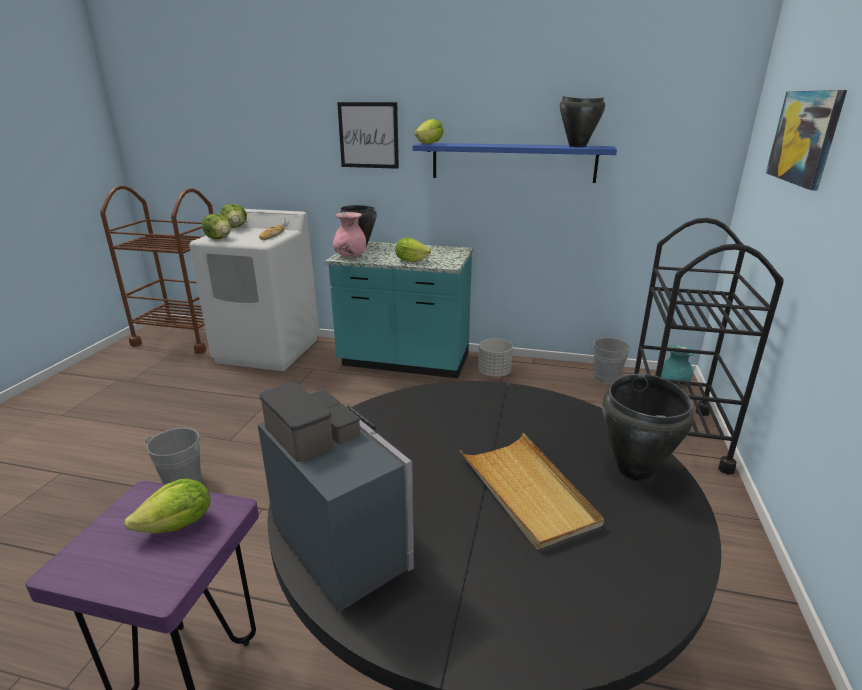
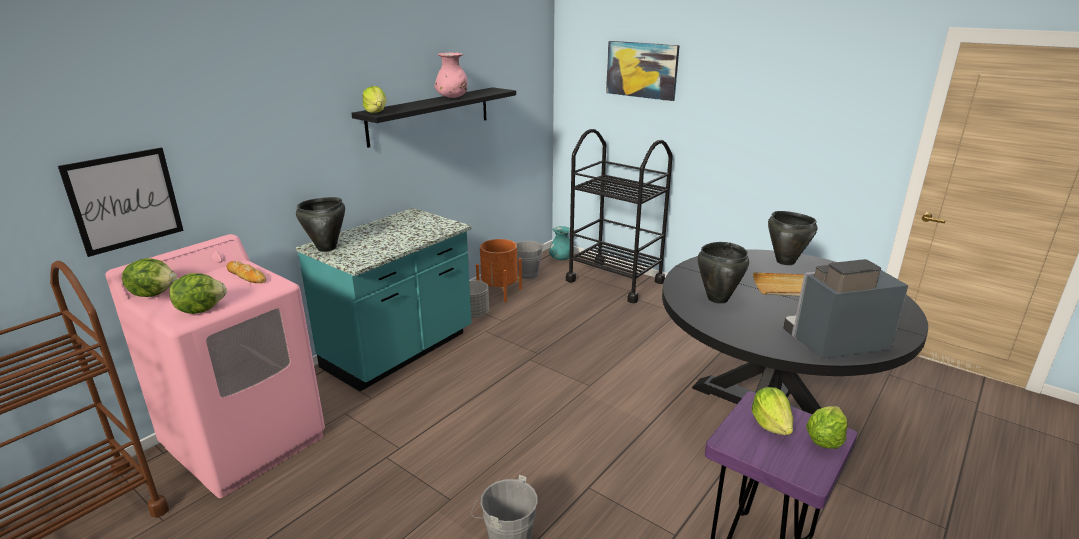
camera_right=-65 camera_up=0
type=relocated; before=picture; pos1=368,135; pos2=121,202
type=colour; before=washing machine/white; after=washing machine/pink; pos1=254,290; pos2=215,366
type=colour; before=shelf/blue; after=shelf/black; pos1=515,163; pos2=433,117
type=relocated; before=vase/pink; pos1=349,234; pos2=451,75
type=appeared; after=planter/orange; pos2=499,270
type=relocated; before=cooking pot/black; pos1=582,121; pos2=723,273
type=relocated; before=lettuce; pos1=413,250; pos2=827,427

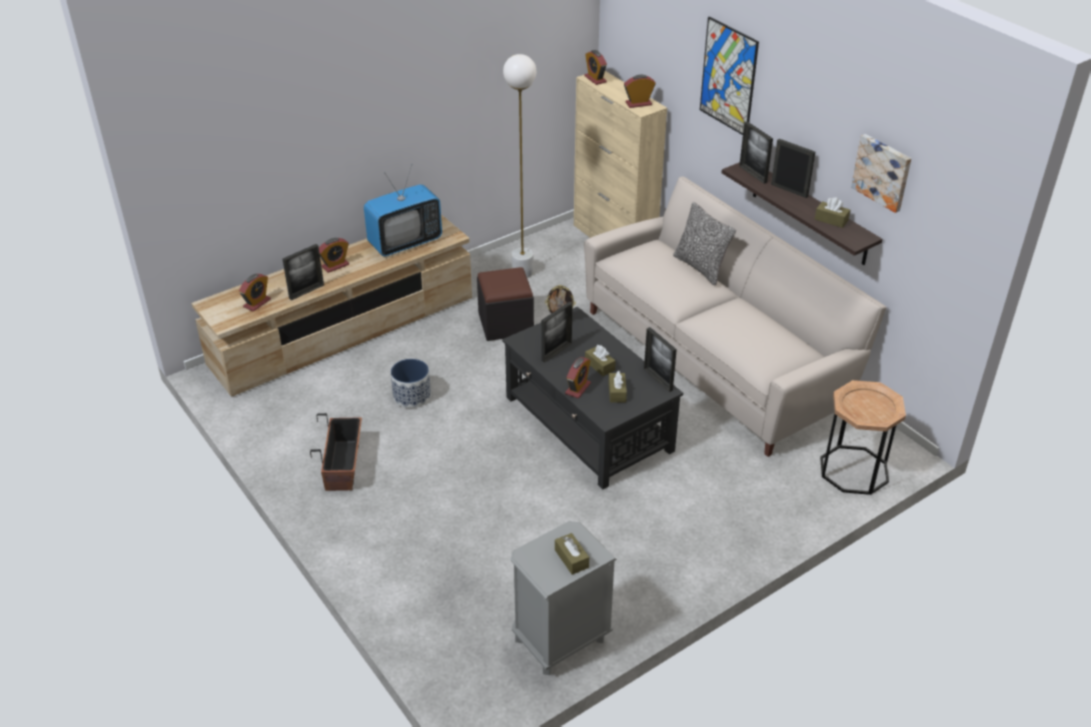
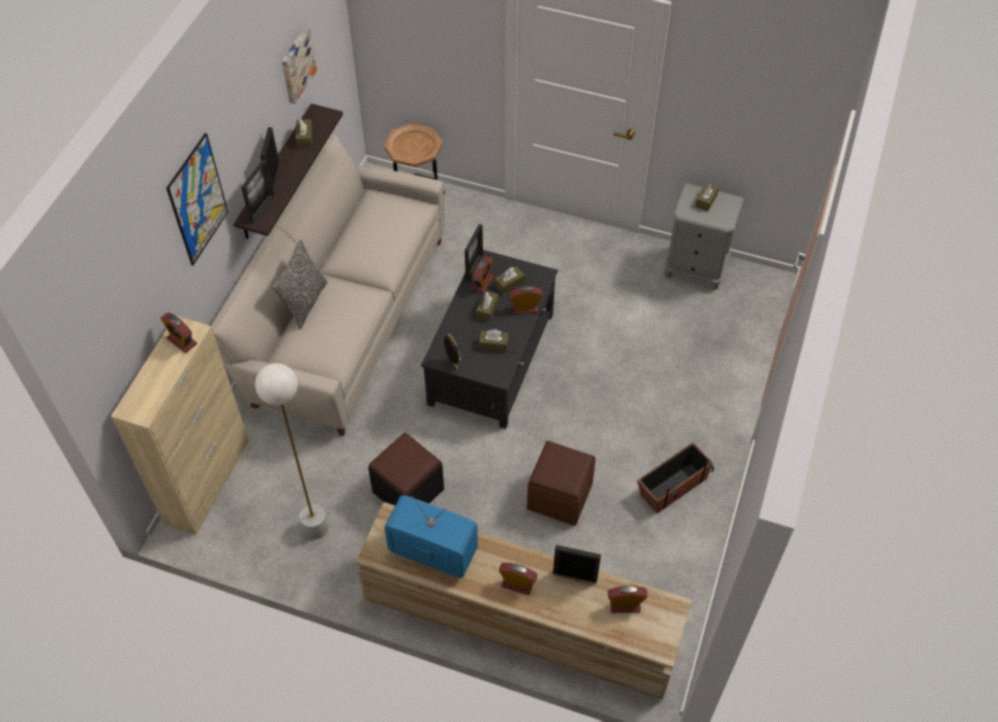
camera_right=-125 camera_up=15
type=relocated; before=alarm clock; pos1=595,67; pos2=483,274
type=exchanged; before=picture frame; after=tissue box/brown; pos1=557,332; pos2=494,341
type=exchanged; before=planter; after=ottoman/brown; pos1=411,383; pos2=561,483

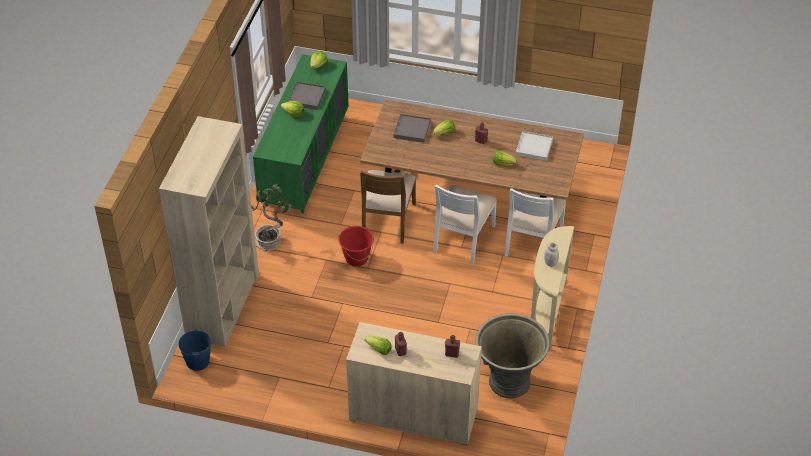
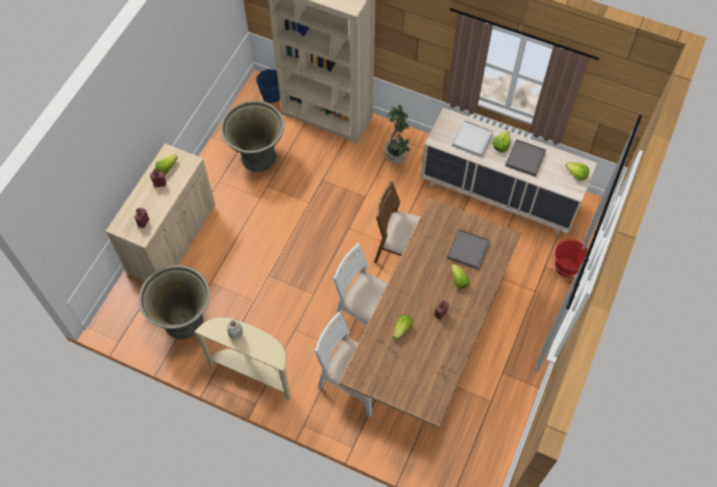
camera_right=100 camera_up=15
type=appeared; after=planter/grey; pos2=252,136
type=colour; before=dresser/green; after=dresser/beige; pos1=301,133; pos2=509,171
type=relocated; before=tray/white; pos1=534,146; pos2=472,138
type=relocated; before=bucket/red; pos1=356,246; pos2=570,258

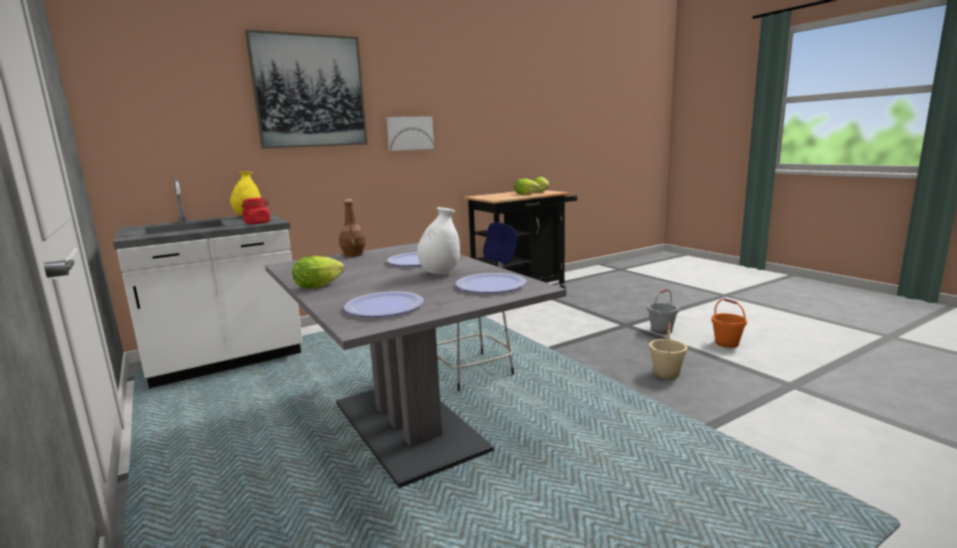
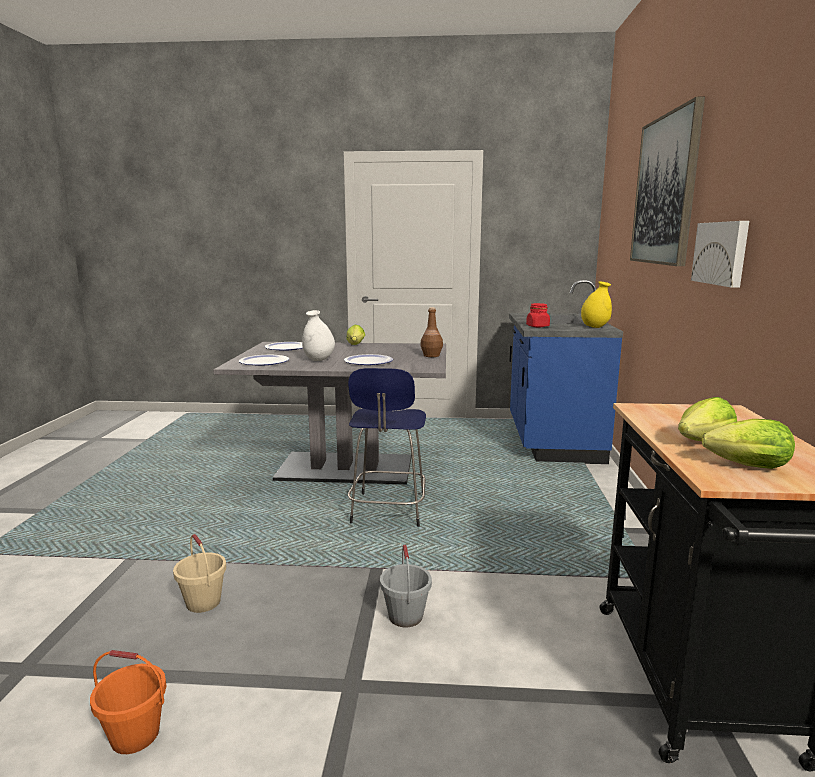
camera_right=125 camera_up=0
type=relocated; before=bucket/grey; pos1=663,311; pos2=406,585
type=colour; before=counter/white; after=counter/blue; pos1=208,283; pos2=566,372

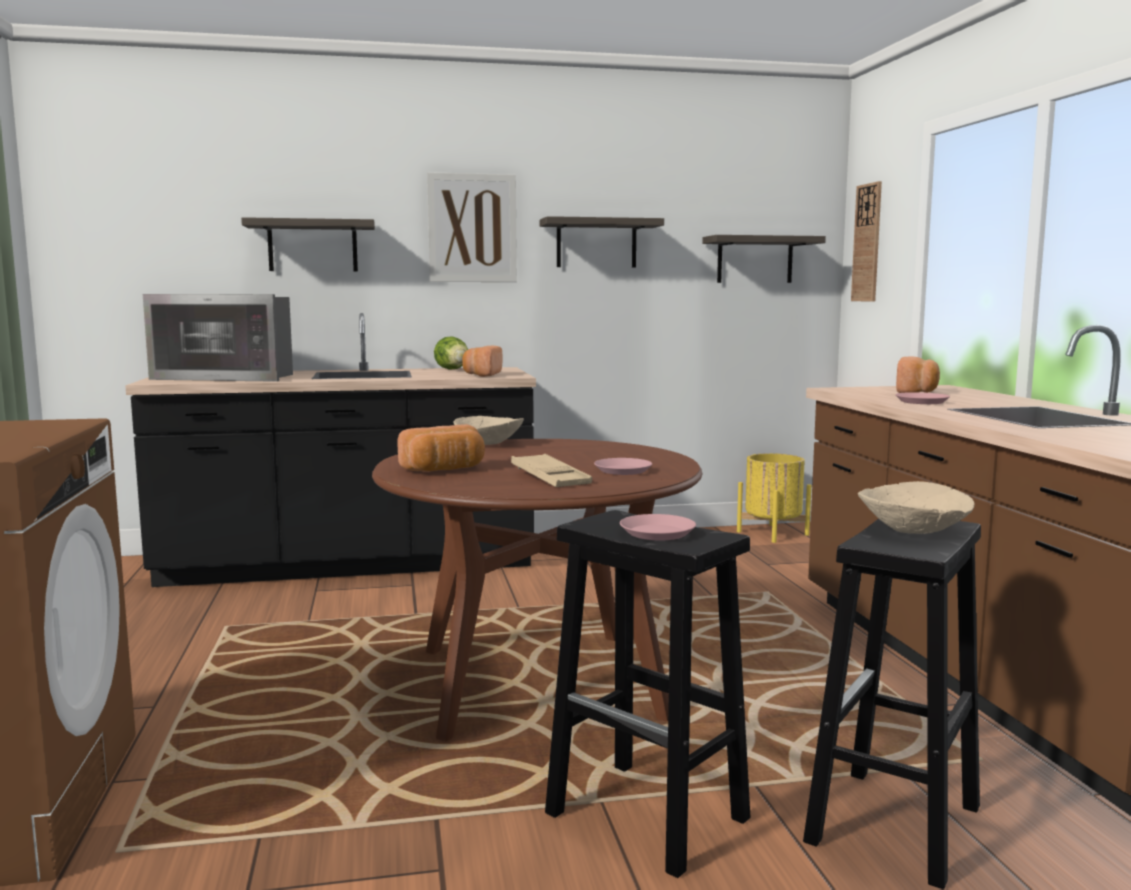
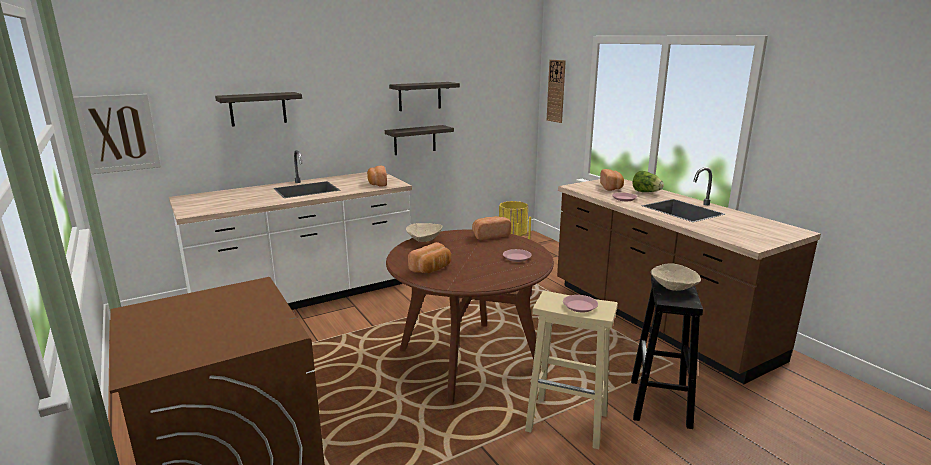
camera_right=-20 camera_up=10
type=relocated; before=picture; pos1=472,227; pos2=117,134
type=colour; before=counter/black; after=counter/white; pos1=330,450; pos2=290,230
type=relocated; before=shelf; pos1=764,259; pos2=419,140
type=appeared; after=bread; pos2=491,228
type=colour; before=stool/black; after=stool/beige; pos1=647,694; pos2=571,370
type=relocated; before=lettuce; pos1=451,353; pos2=648,181
type=missing; before=microwave; pos1=218,338
type=missing; before=tray/beige; pos1=551,470

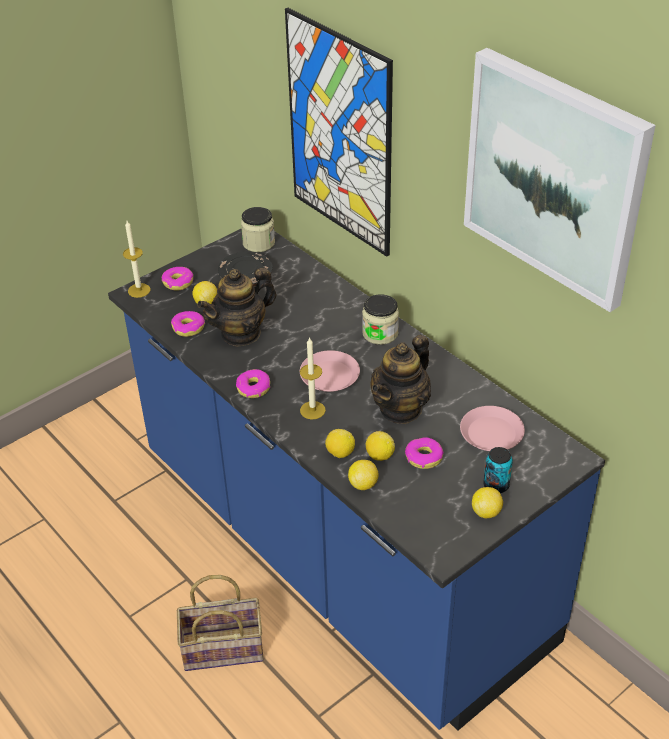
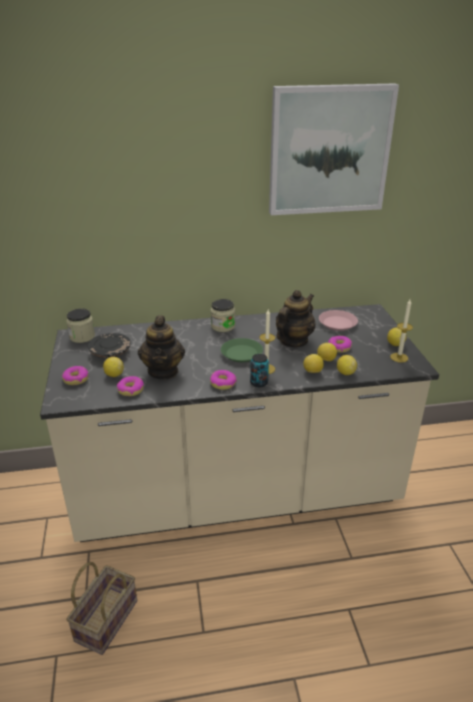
camera_right=-60 camera_up=-10
type=colour; before=counter/blue; after=counter/beige; pos1=356,479; pos2=239,423
type=relocated; before=basket; pos1=220,623; pos2=102,608
type=colour; before=plate/pink; after=plate/green; pos1=330,371; pos2=242,350
type=relocated; before=can; pos1=498,470; pos2=259,370
type=spun; before=teapot; pos1=401,379; pos2=295,318; turn=-120
type=relocated; before=candle; pos1=137,259; pos2=401,331
type=missing; before=picture; pos1=339,132

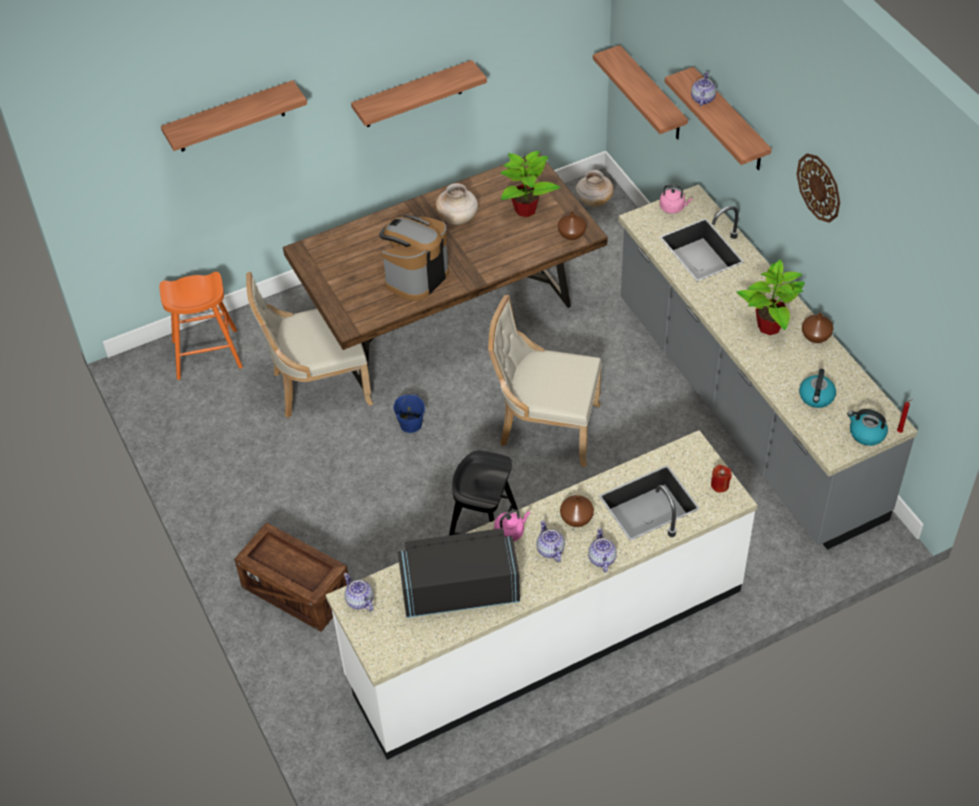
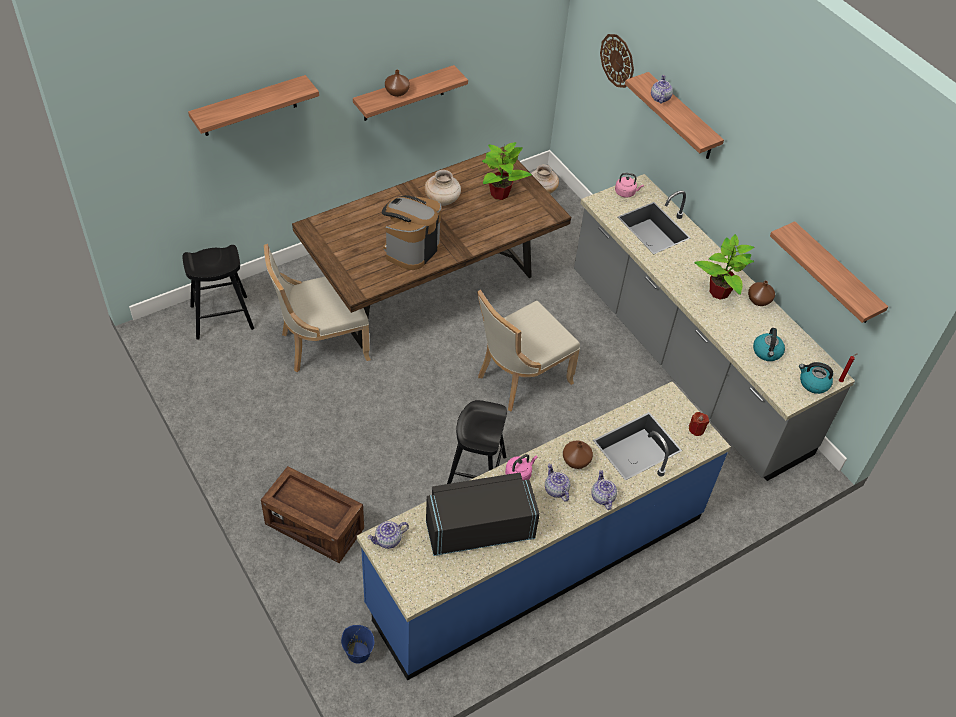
camera_right=-10 camera_up=0
type=colour; before=stool/orange; after=stool/black; pos1=201,326; pos2=218,292
type=relocated; before=bucket/blue; pos1=409,413; pos2=357,644
type=colour; before=counter/white; after=counter/blue; pos1=541,595; pos2=544,531
type=spun; before=teapot; pos1=359,592; pos2=388,535; turn=-75
type=relocated; before=vase/brown; pos1=572,225; pos2=397,83
type=spun; before=chair/beige; pos1=545,381; pos2=528,351; turn=-45
type=relocated; before=wall clock; pos1=818,188; pos2=617,61
type=relocated; before=shelf; pos1=640,92; pos2=829,272

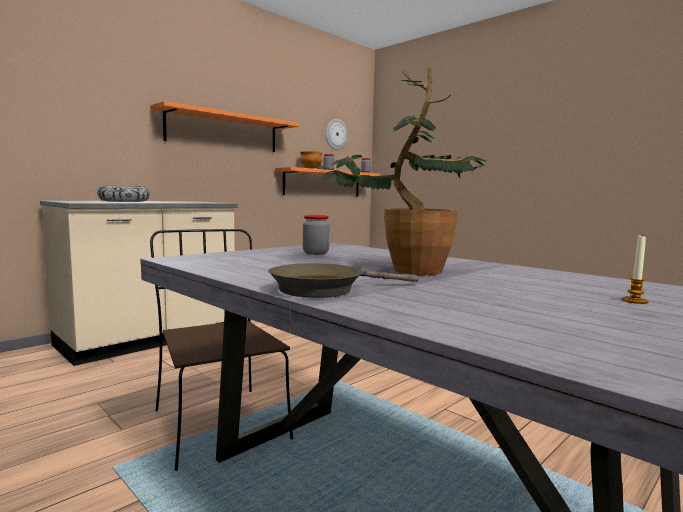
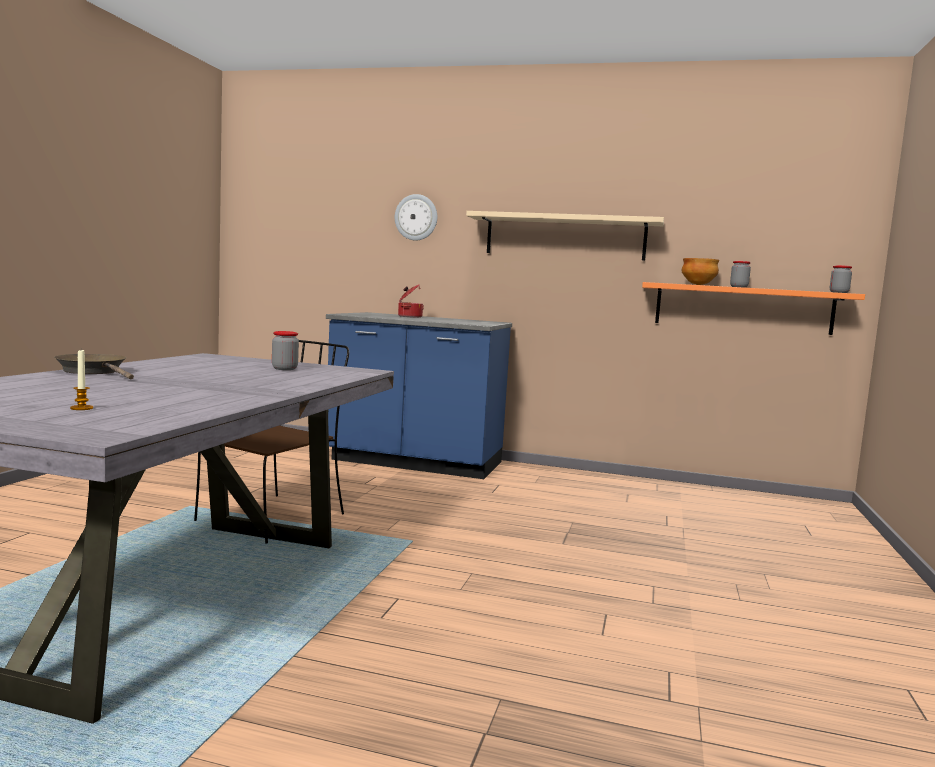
camera_right=60 camera_up=0
type=colour; before=counter/beige; after=counter/blue; pos1=139,283; pos2=419,395
type=relocated; before=wall clock; pos1=337,134; pos2=416,217
type=exchanged; before=bowl; after=cooking pot; pos1=123,193; pos2=411,301
type=colour; before=shelf/orange; after=shelf/beige; pos1=224,126; pos2=565,235
type=missing; before=potted plant; pos1=403,171

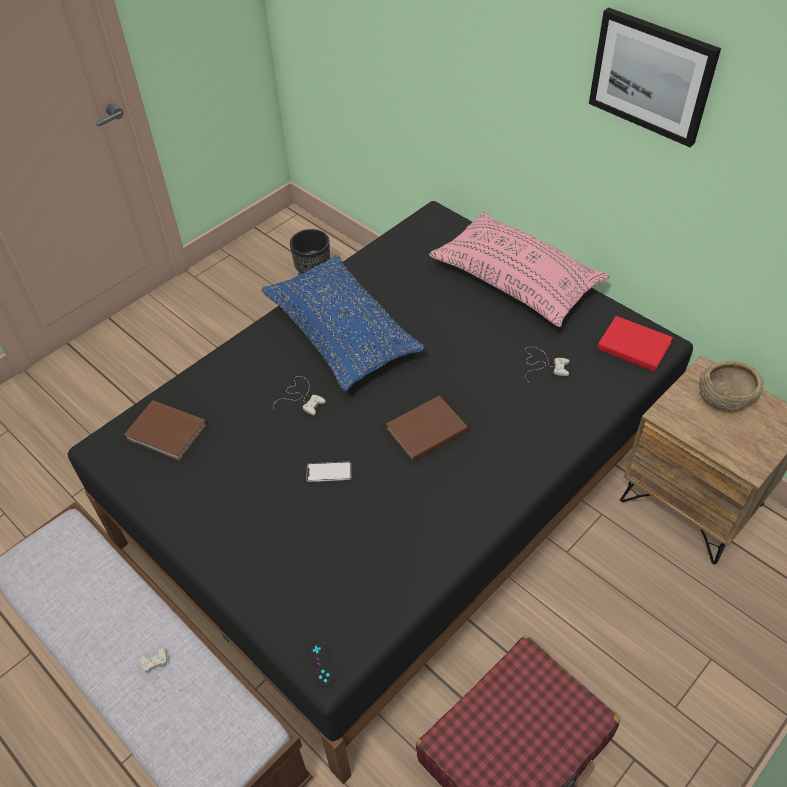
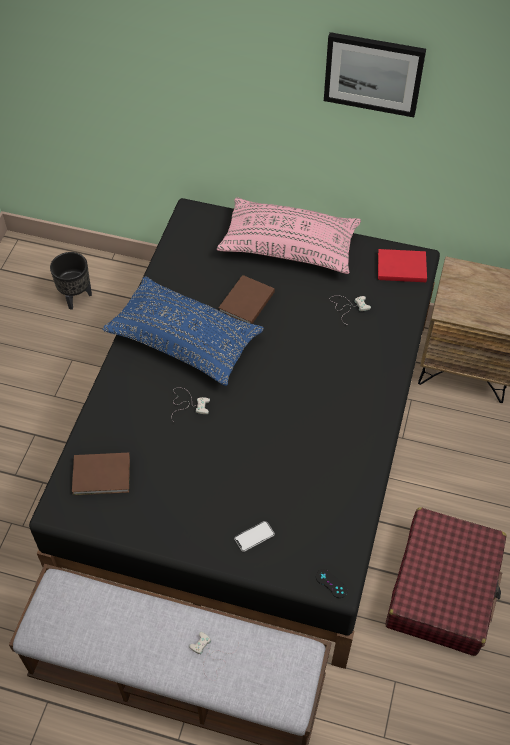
camera_right=-30 camera_up=5
type=relocated; before=book/brown; pos1=427,429; pos2=247,299
type=relocated; before=phone; pos1=328,472; pos2=254,536
type=missing; before=bowl/beige; pos1=731,386

